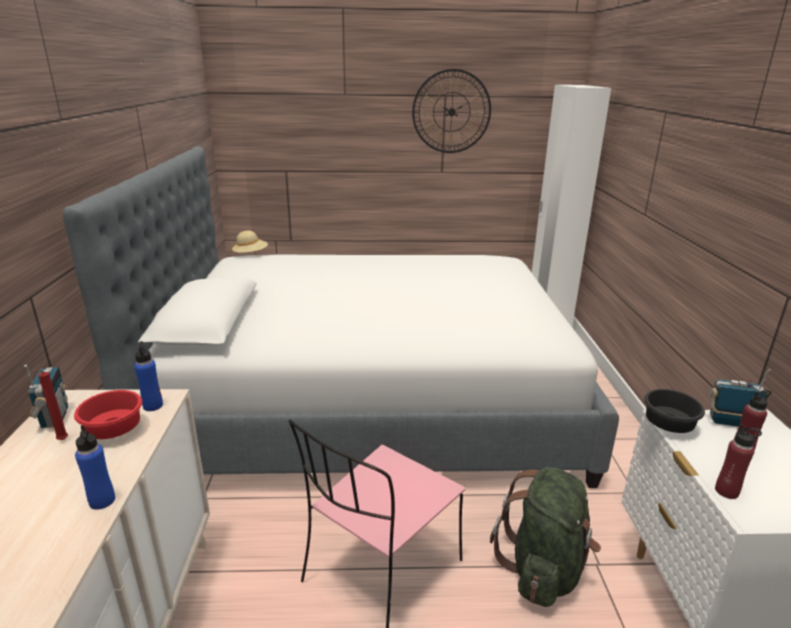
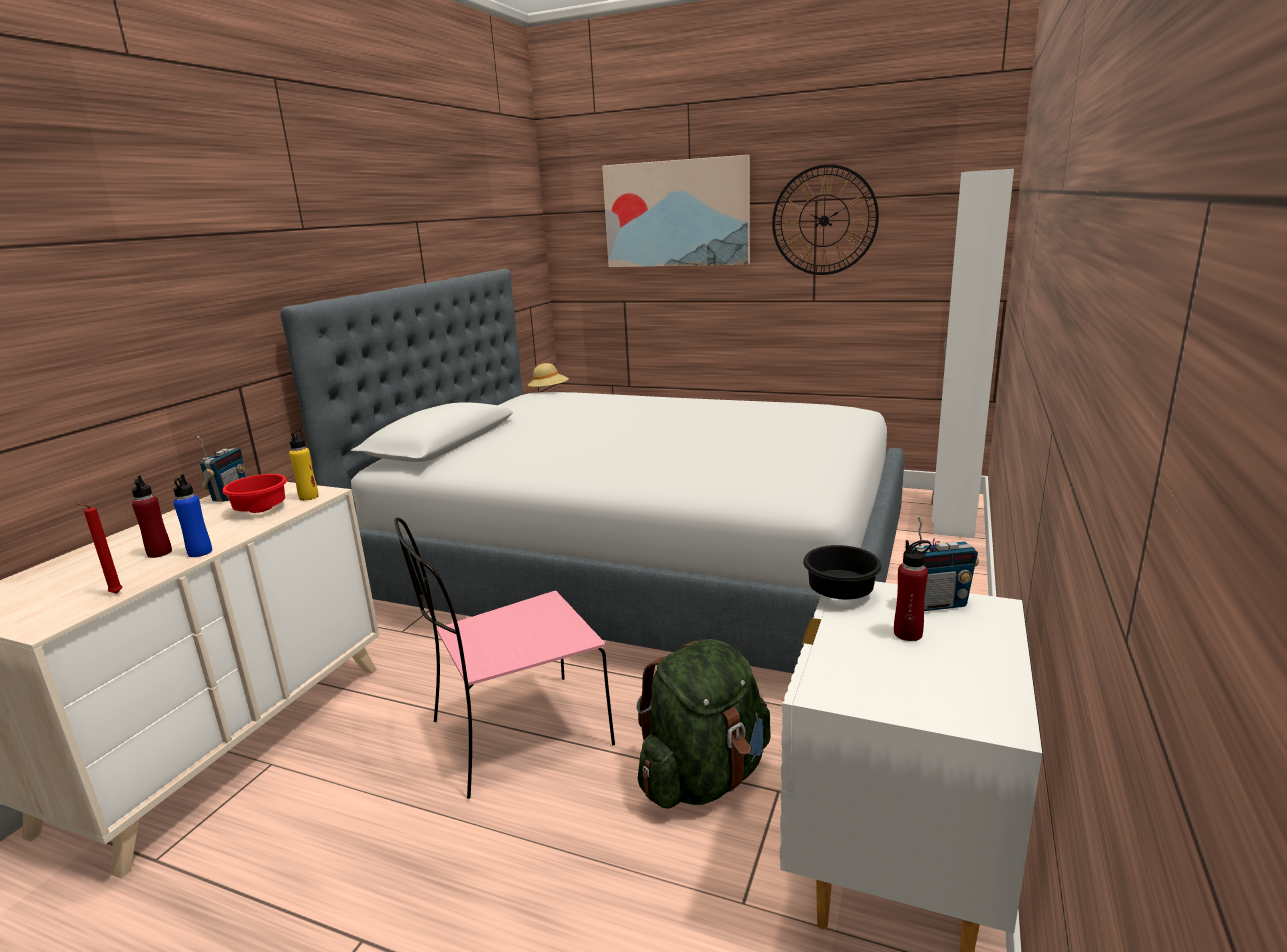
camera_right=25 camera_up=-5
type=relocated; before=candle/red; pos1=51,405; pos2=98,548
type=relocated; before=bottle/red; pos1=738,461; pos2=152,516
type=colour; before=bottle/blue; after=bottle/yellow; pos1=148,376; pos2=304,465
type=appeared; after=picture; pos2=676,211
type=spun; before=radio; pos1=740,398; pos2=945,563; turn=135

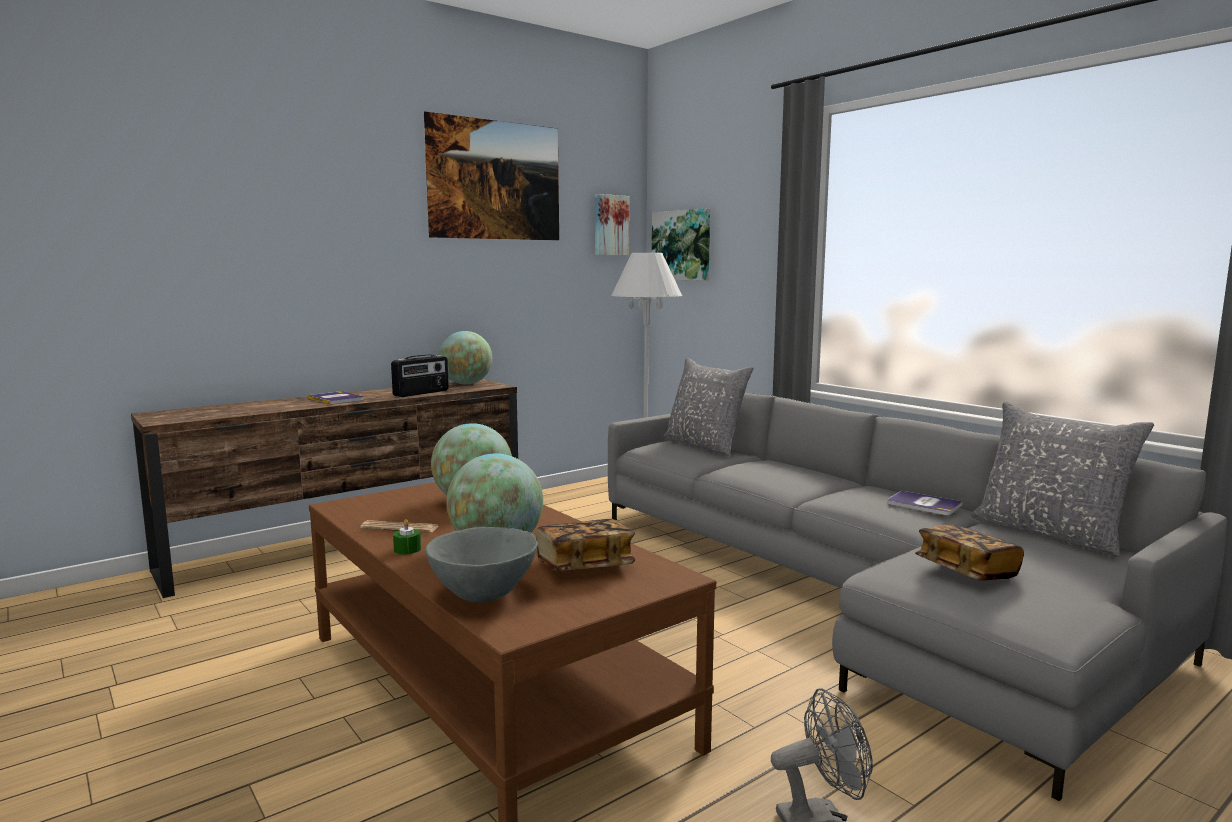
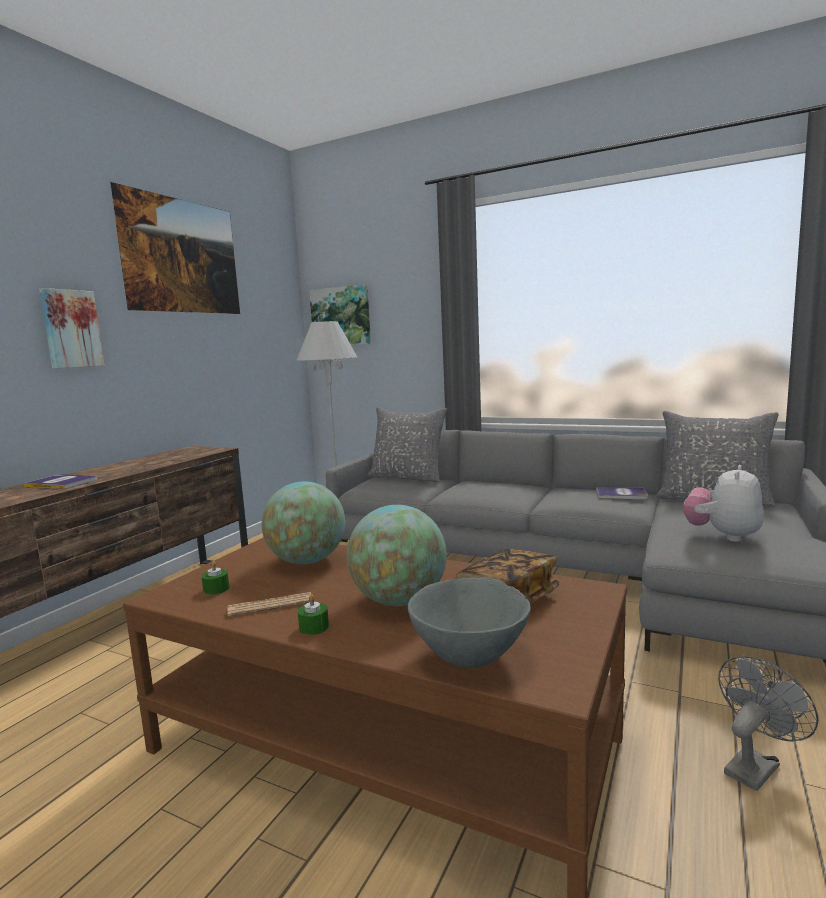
camera_right=-25 camera_up=0
type=relocated; before=picture; pos1=612,224; pos2=71,328
type=appeared; after=candle/green; pos2=215,578
type=exchanged; before=book; after=plush toy; pos1=969,552; pos2=724,503
type=missing; before=radio; pos1=420,376
type=missing; before=globe; pos1=465,357

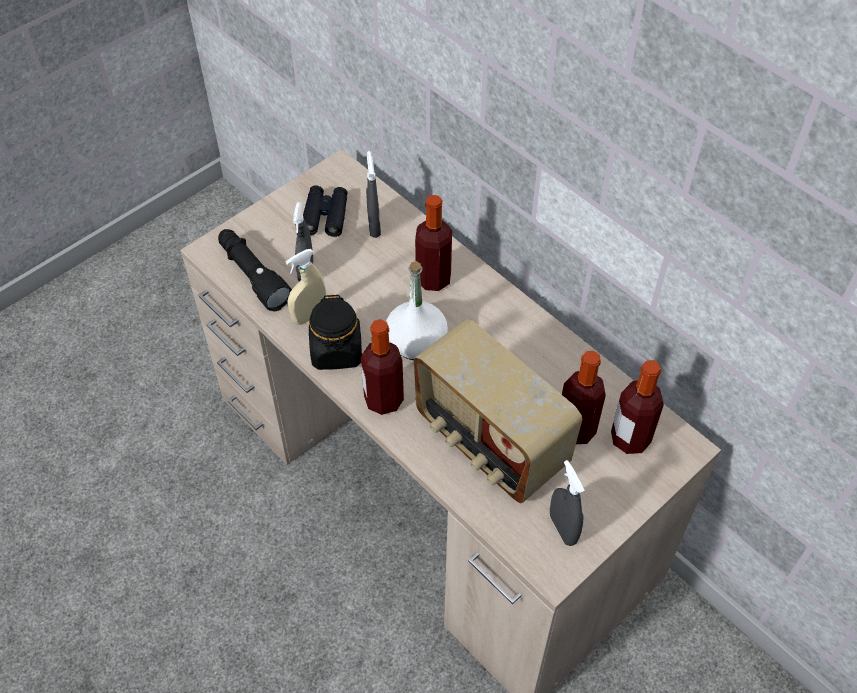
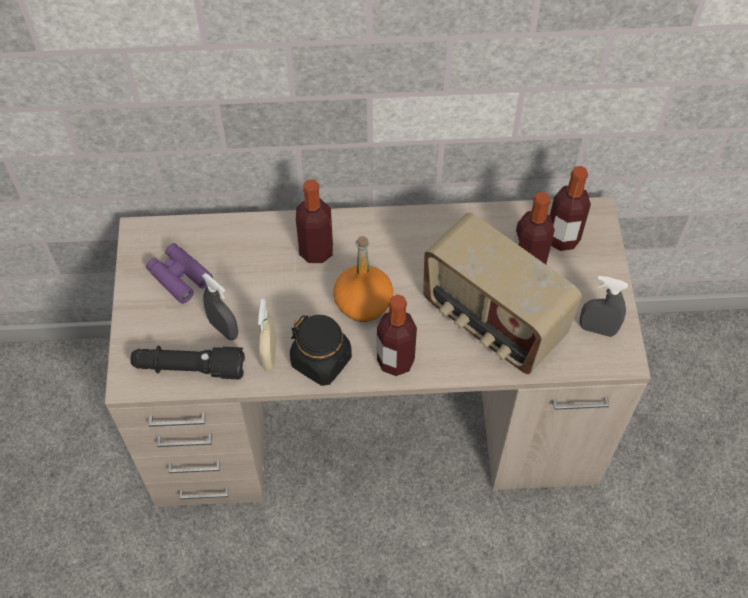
camera_right=-50 camera_up=5
type=colour; before=binoculars/black; after=binoculars/purple; pos1=325,211; pos2=179,273
type=colour; before=bottle/white; after=bottle/orange; pos1=417,310; pos2=363,279
type=spun; before=radio; pos1=498,411; pos2=502,293; turn=45
type=missing; before=spray bottle/grey; pos1=373,194

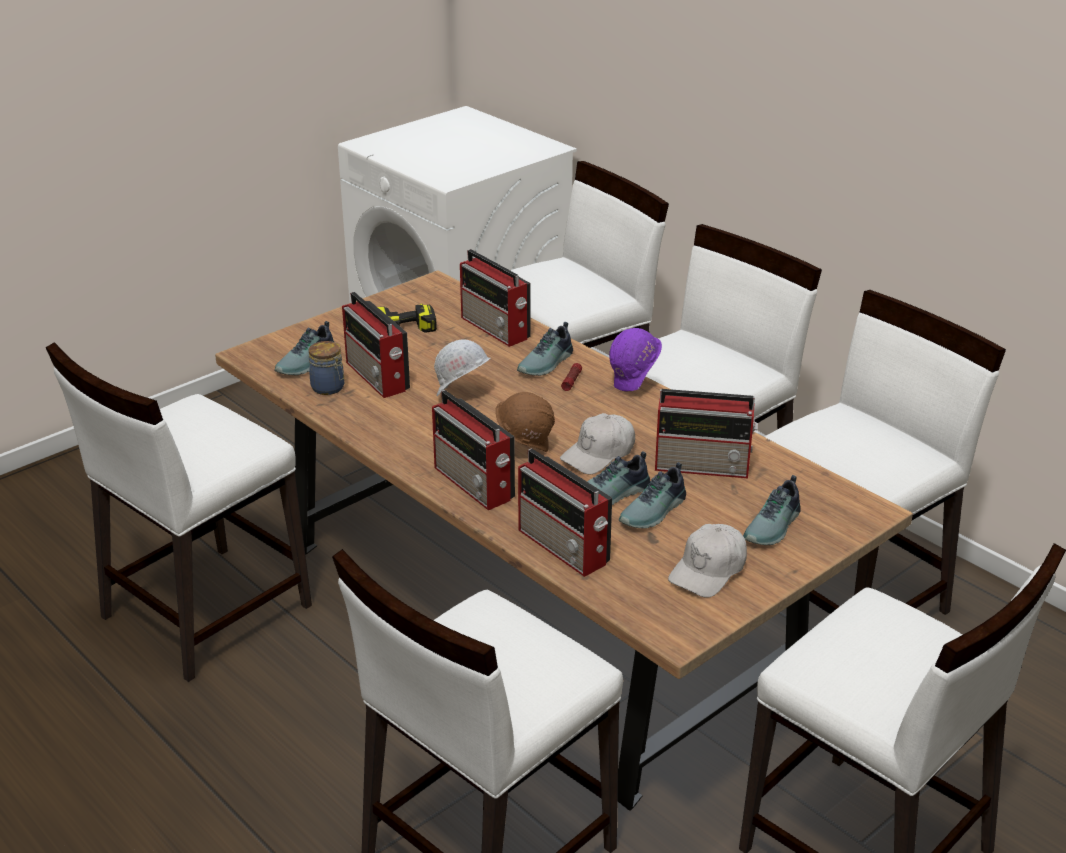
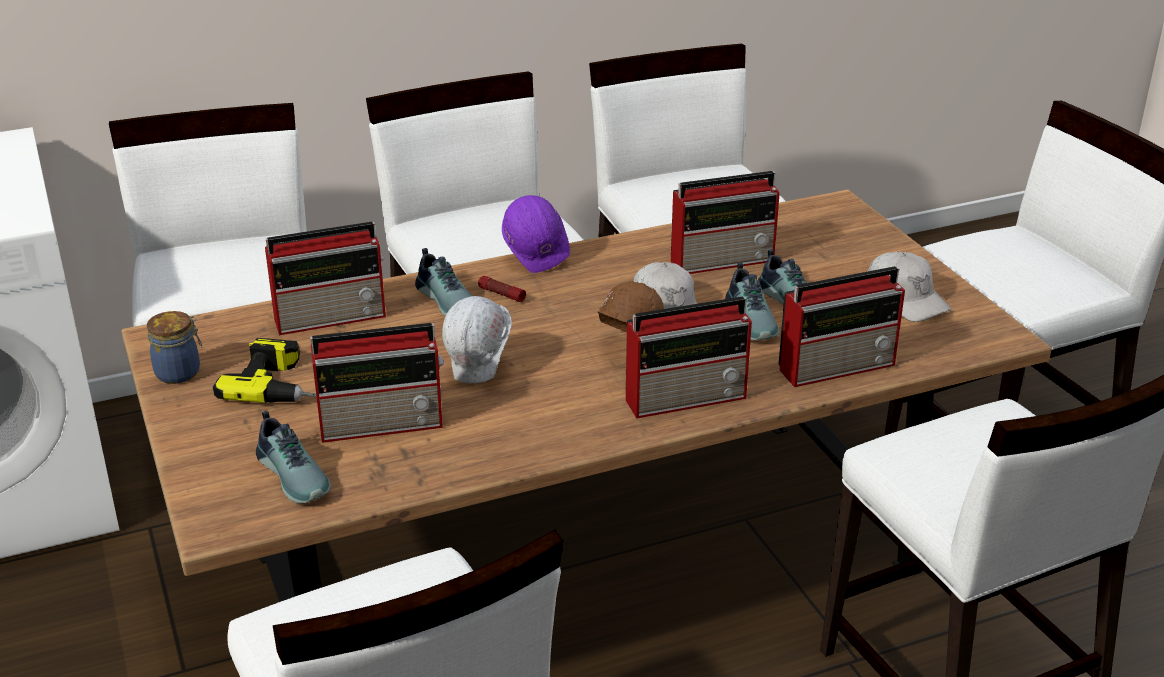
camera_right=-70 camera_up=0
type=relocated; before=jar; pos1=326,368; pos2=174,347
type=spun; before=radio; pos1=706,433; pos2=725,222; turn=45
type=missing; before=shoe; pos1=772,510

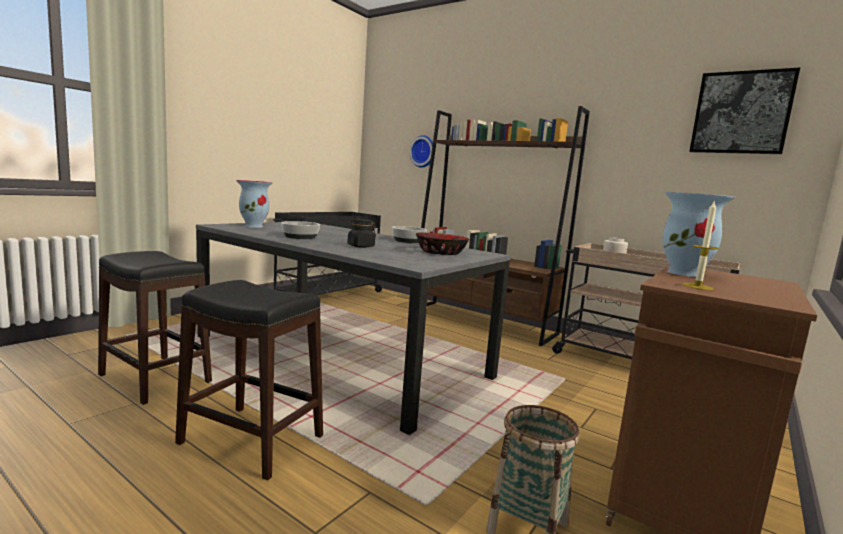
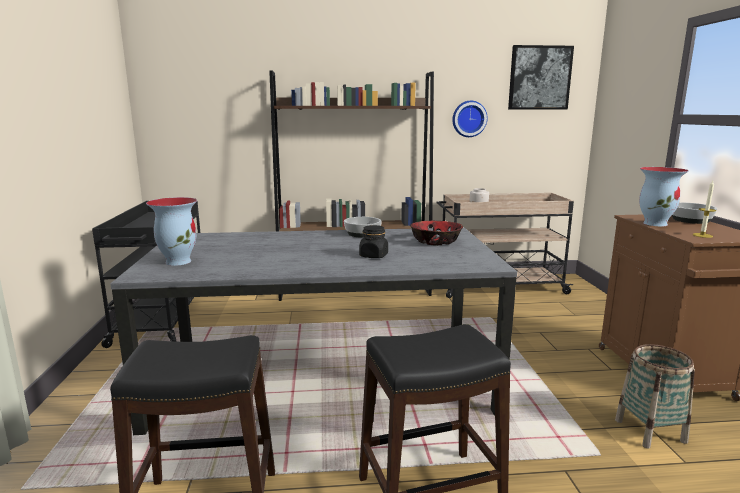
camera_right=-40 camera_up=5
type=relocated; before=wall clock; pos1=421,151; pos2=470,119
type=relocated; before=bowl; pos1=300,230; pos2=694,213

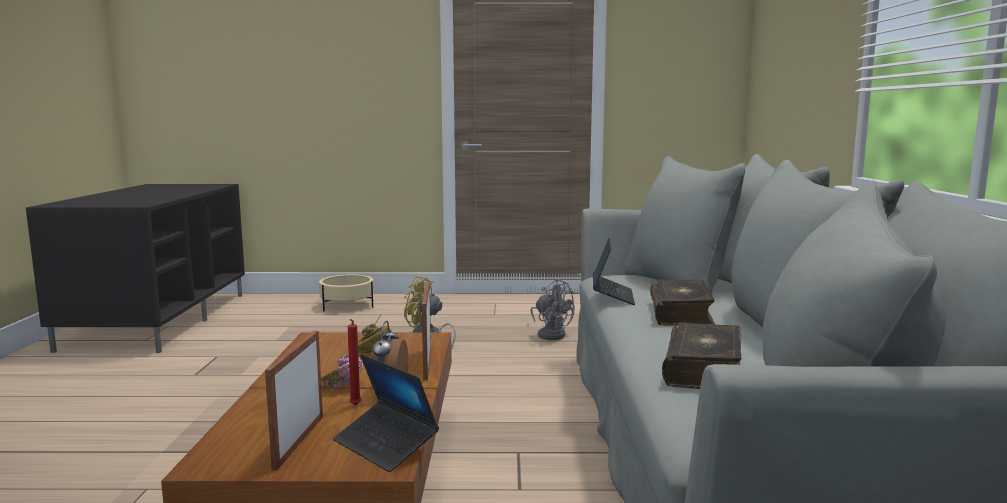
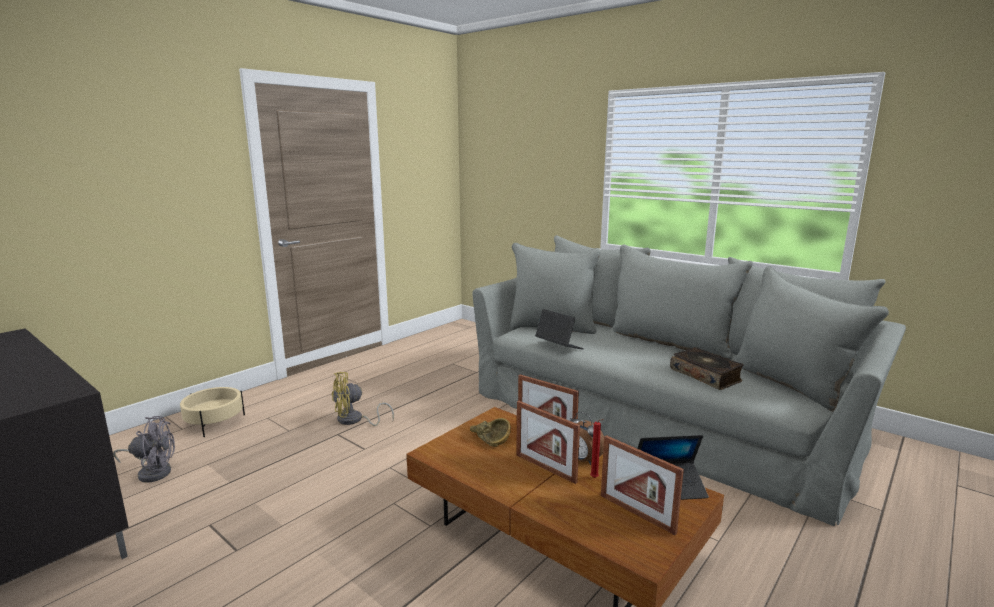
camera_right=-50 camera_up=5
type=relocated; before=fan/grey; pos1=553,309; pos2=144,449
type=exchanged; before=bowl/pink; after=picture frame; pos1=342,370; pos2=548,442
type=missing; before=book; pos1=682,303

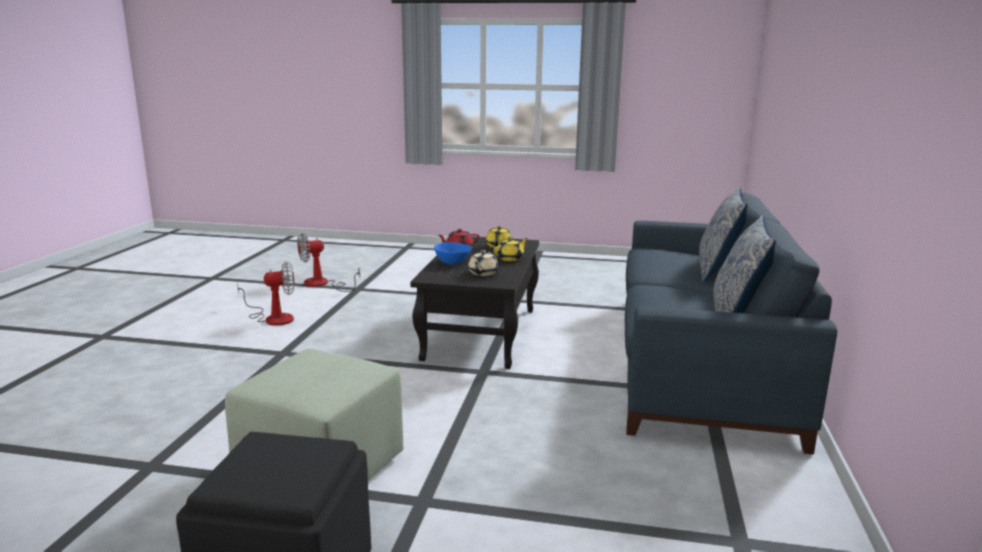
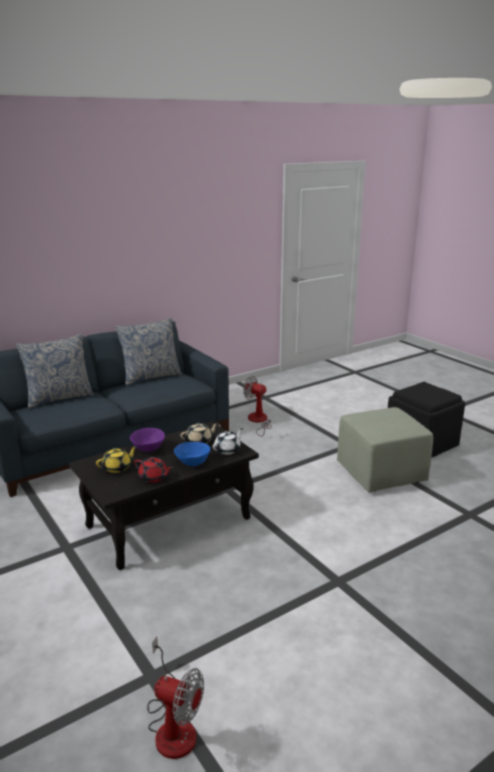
camera_right=-135 camera_up=5
type=exchanged; before=teapot/yellow; after=bowl/purple; pos1=511,249; pos2=147,440
type=appeared; after=teapot/white; pos2=228,441
type=relocated; before=fan; pos1=265,293; pos2=257,406

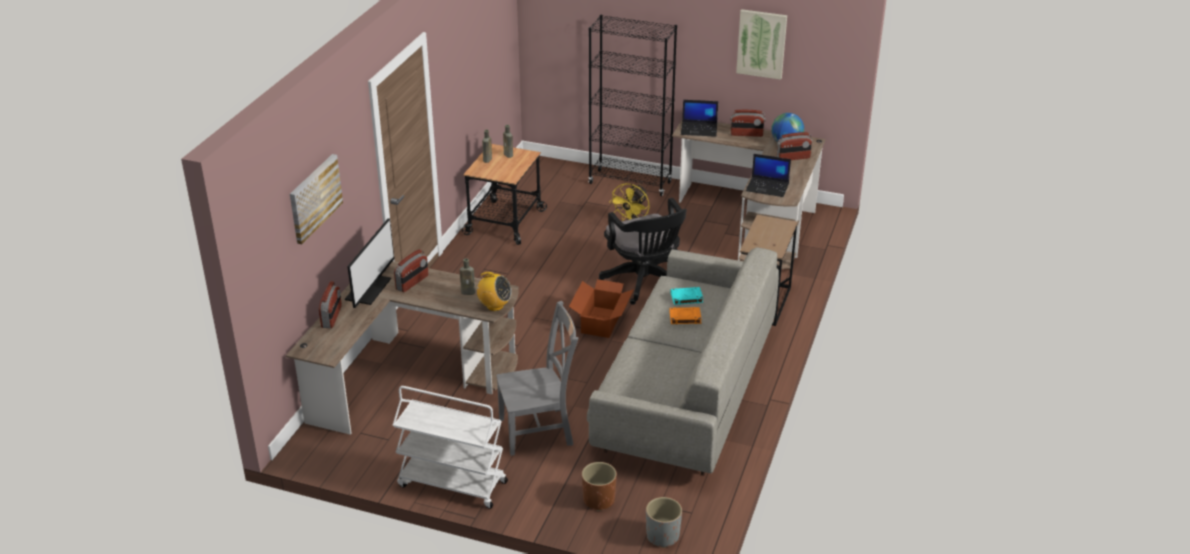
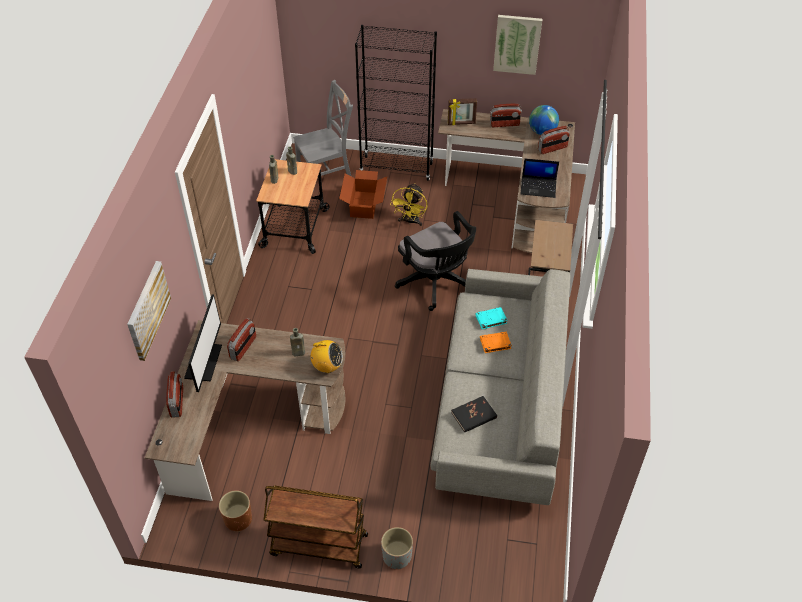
camera_right=-10 camera_up=15
type=relocated; before=planter/brown; pos1=599,486; pos2=235,511
type=colour; before=cart/white; after=cart/brown; pos1=450,447; pos2=315,526
type=relocated; before=chair/grey; pos1=537,378; pos2=323,128
type=relocated; before=cardboard box; pos1=601,308; pos2=363,194
type=relocated; before=planter/grey; pos1=664,522; pos2=397,548
type=exchanged; before=laptop; after=picture frame; pos1=699,118; pos2=462,111
type=appeared; after=book/black; pos2=474,414

